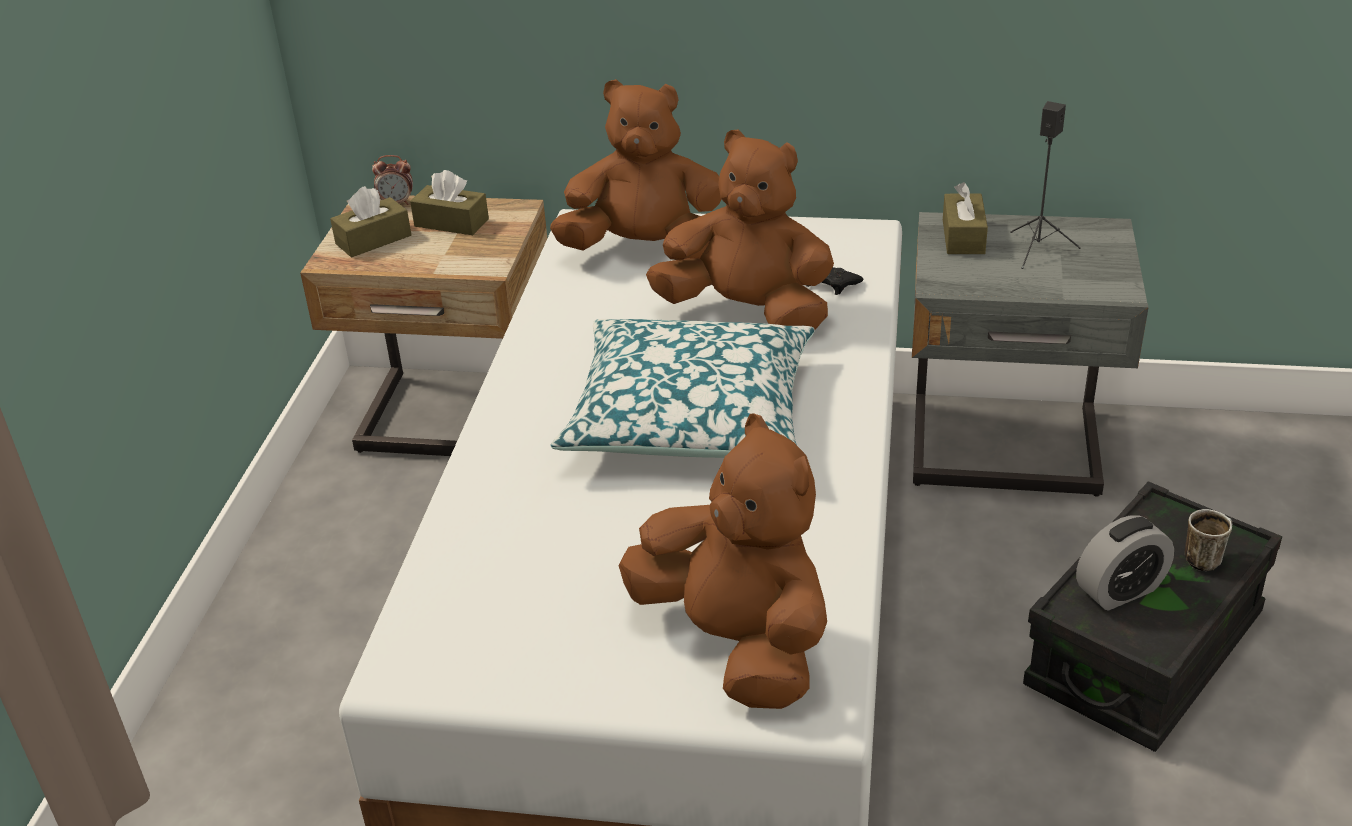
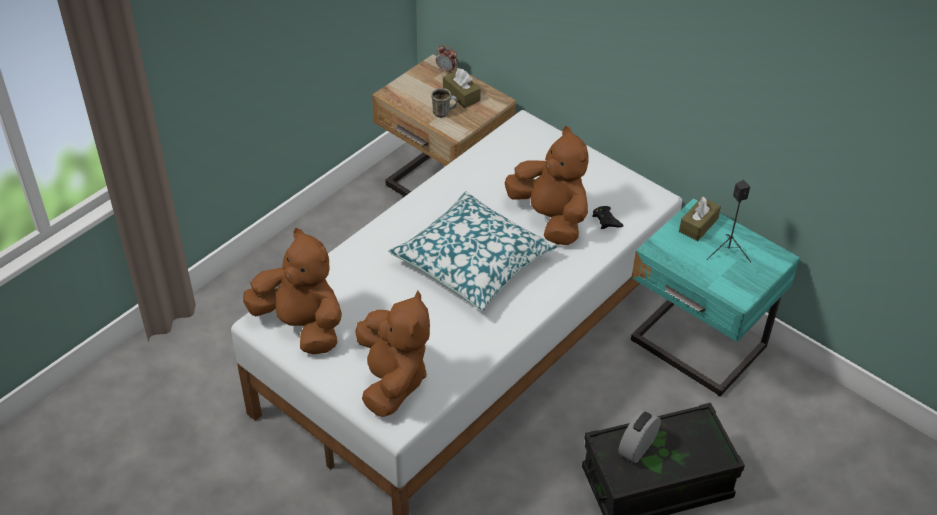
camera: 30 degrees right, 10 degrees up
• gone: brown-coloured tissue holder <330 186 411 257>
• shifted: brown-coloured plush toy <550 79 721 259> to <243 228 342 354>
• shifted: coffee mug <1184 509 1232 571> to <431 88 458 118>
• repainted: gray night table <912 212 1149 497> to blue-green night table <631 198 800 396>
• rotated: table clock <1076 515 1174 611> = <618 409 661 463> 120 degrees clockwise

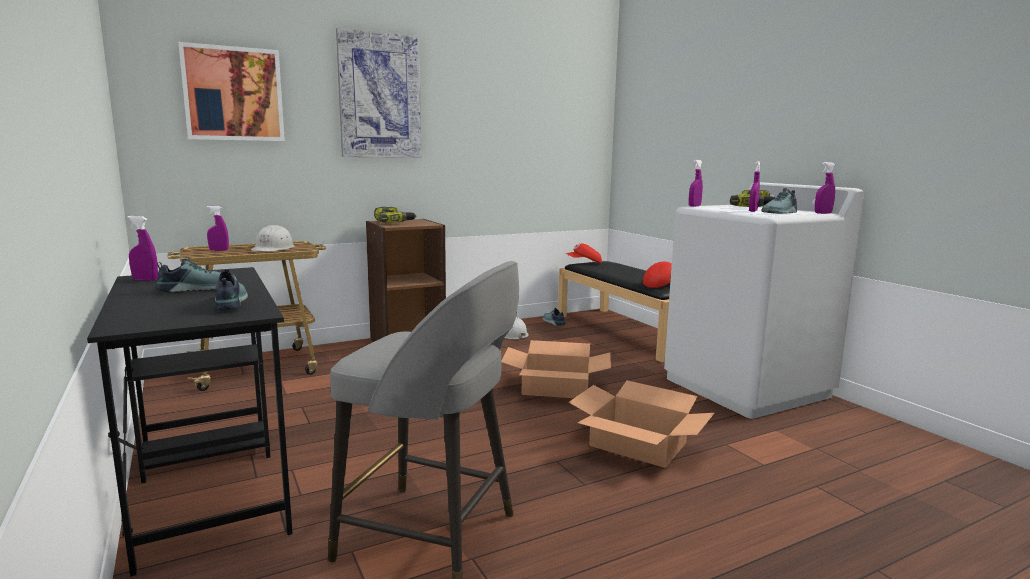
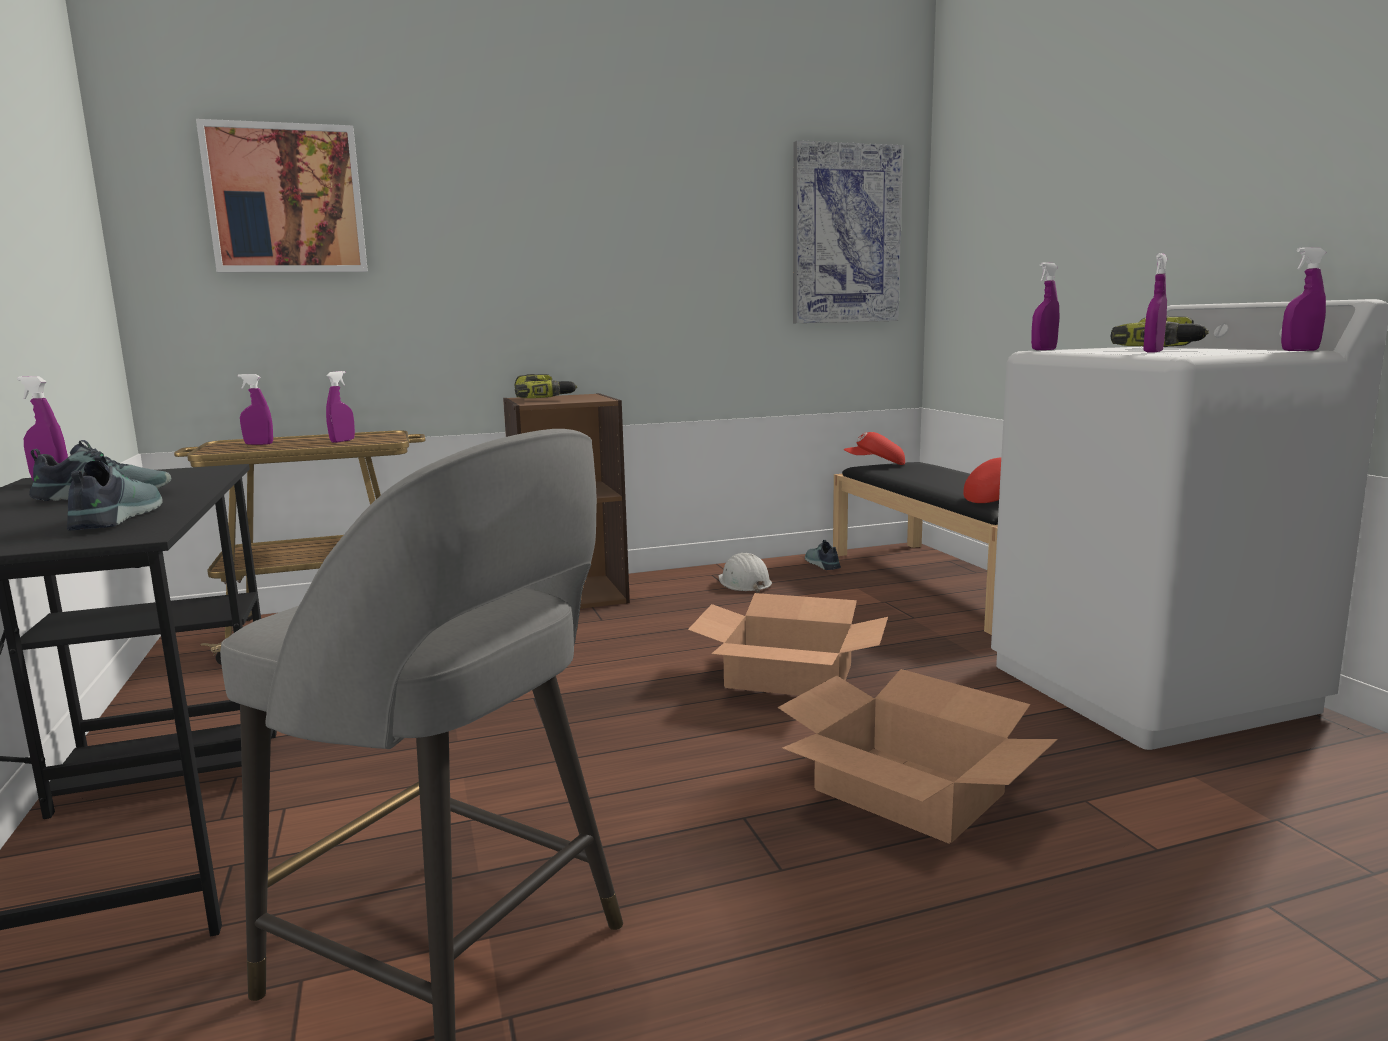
camera: 10 degrees right, 0 degrees up
• gone: low shoe <761 188 797 214>
• shifted: wall art <336 28 421 158> to <793 140 903 323>
• swapped: white-coloured hard hat <251 225 295 252> to purplish sprayer <326 371 355 443>

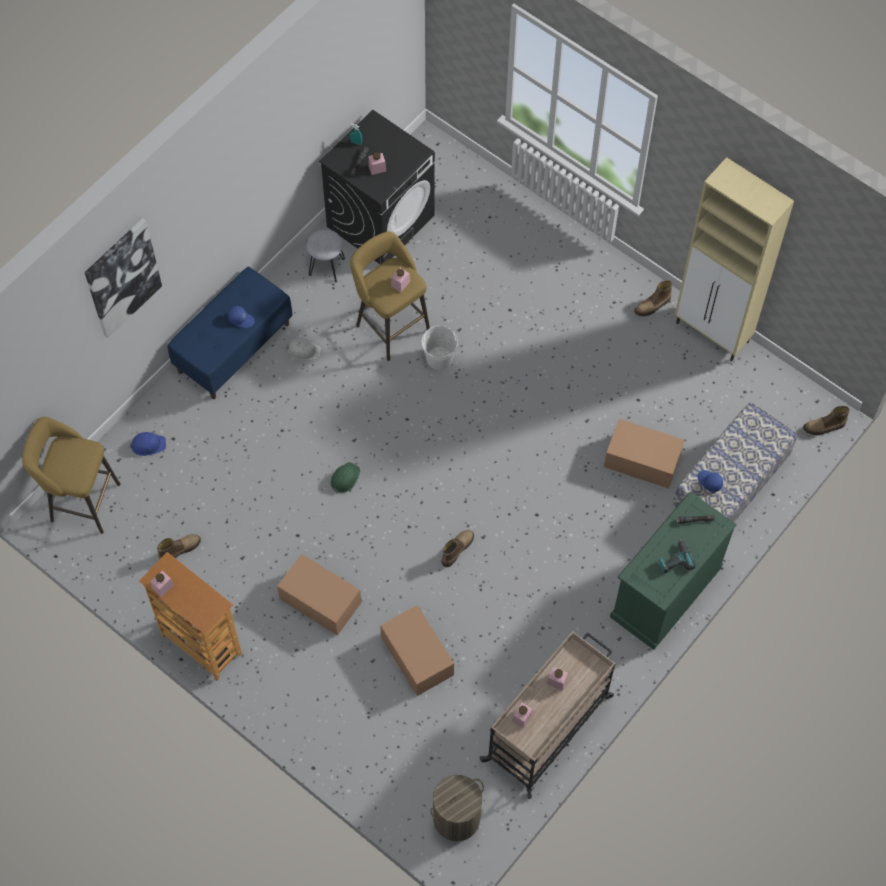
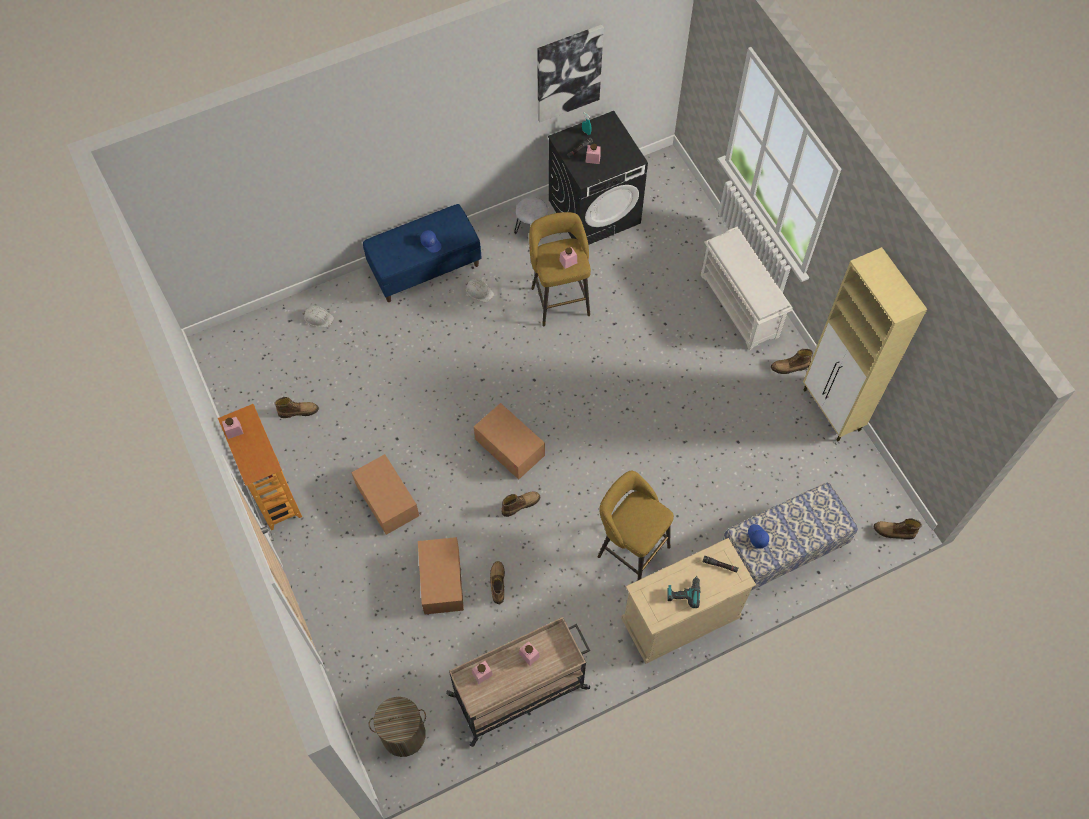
camera: 25 degrees right, 0 degrees up
• gone: greenish hard hat <331 462 360 493>
• gone: white-coloured bucket <421 325 458 370>
• new: boot <490 561 505 604>
• new: white-coloured shoe shelf <701 226 792 351>
• shifted: yellow stool <22 417 121 534> to <598 471 674 581>
• shifted: wall art <85 218 162 338> to <537 24 604 122>
• shifted: carton <604 419 684 488> to <474 403 545 480>
• repainted: bluish hard hat <129 432 166 456> to white-coloured hard hat <302 306 334 327>
• repainted: greenish chest of drawers <610 492 737 650> to beige chest of drawers <621 538 756 664>

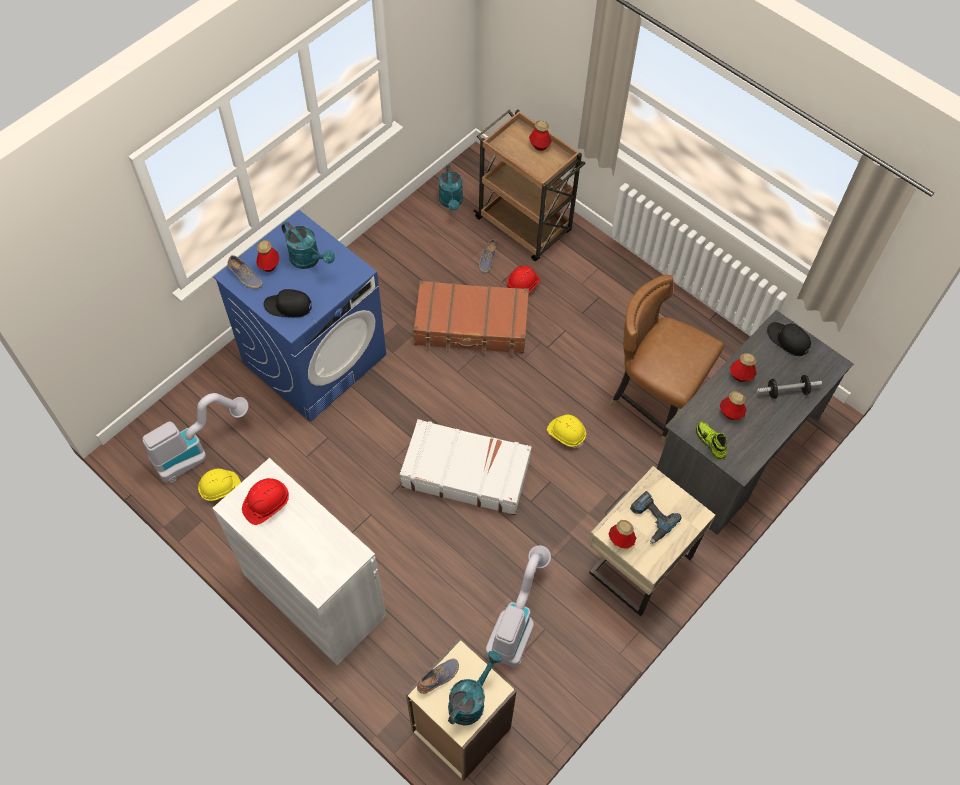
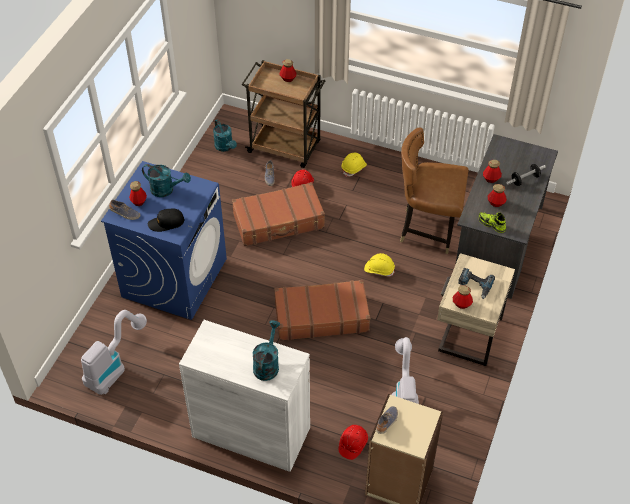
camera: 20 degrees left, 10 degrees down
• gone: black-coloured baseball cap <767 322 811 356>
• shifted: yellow hard hat <198 469 241 501> to <342 153 367 177>
• shifted: reddish hard hat <242 478 289 525> to <339 425 368 460>
• shifted: blue-green watering pot <448 651 502 726> to <252 320 280 381>
• repainted: white-coloured travel case <400 419 532 515> to brown-coloured travel case <274 280 370 341>

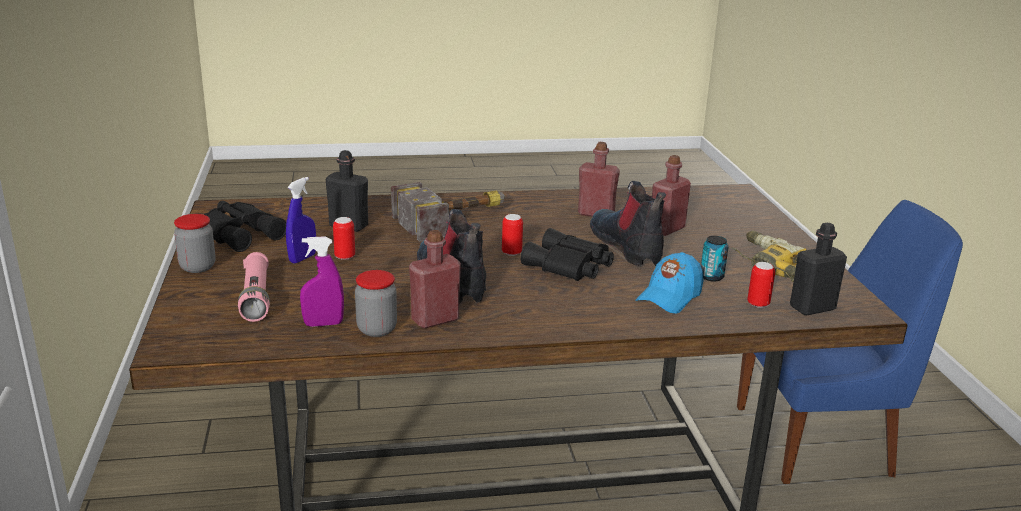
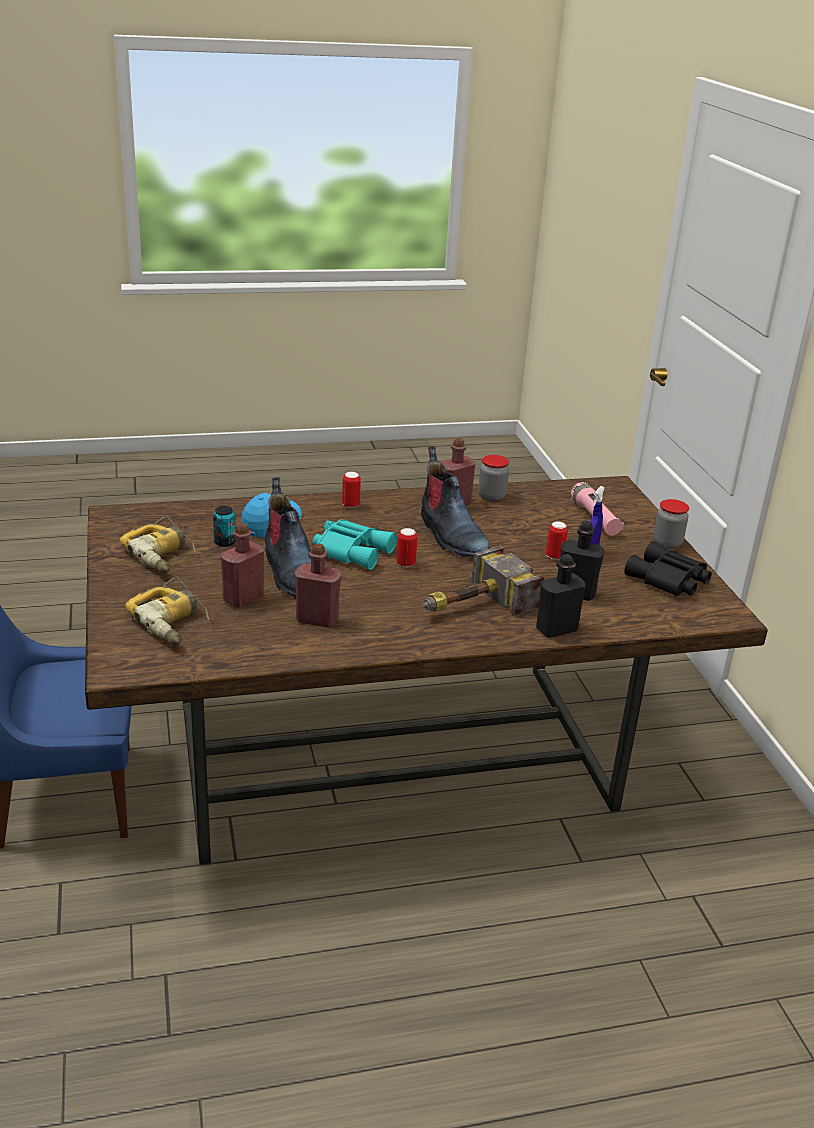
camera: 175 degrees right, 5 degrees up
• gone: purplish sprayer <300 236 344 327>
• new: power drill <125 576 210 646>
• shifted: sealed can <747 262 775 308> to <342 472 361 508>
• shifted: black-coloured beverage bottle <790 223 847 316> to <536 554 586 638>
• repainted: black-coloured pair of binoculars <521 228 614 281> to blue-green pair of binoculars <312 520 397 570>

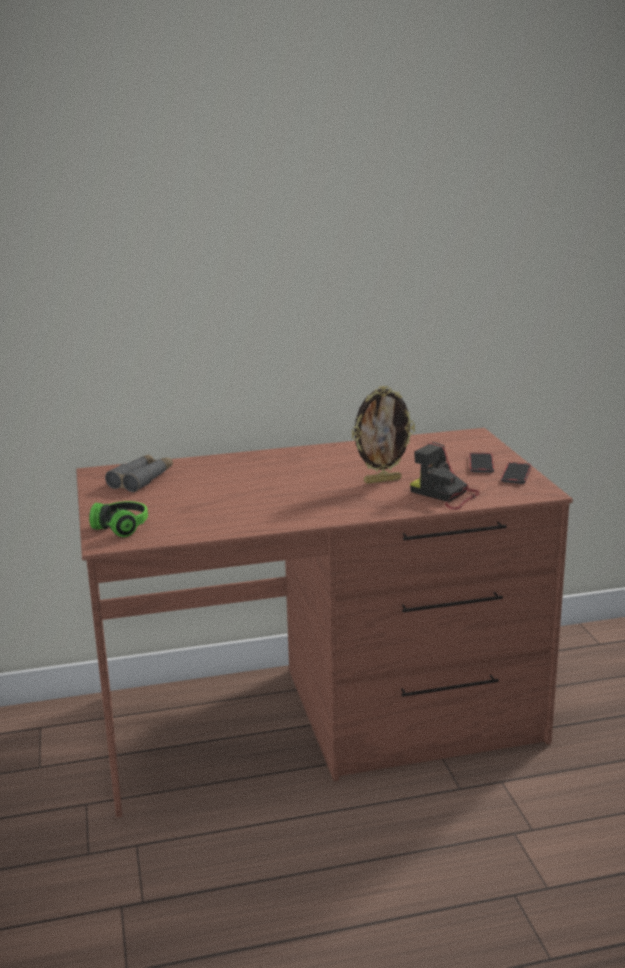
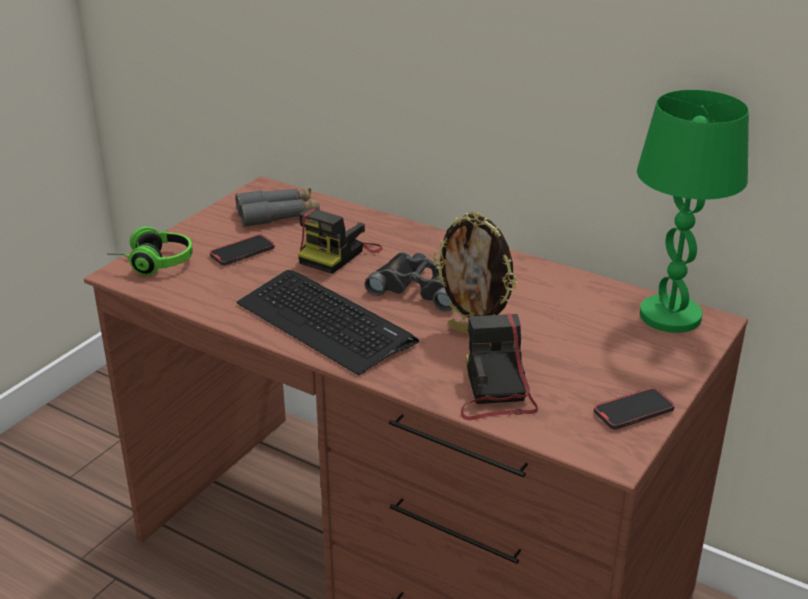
camera: 45 degrees right, 10 degrees up
• new: PC keyboard <237 270 419 376>
• new: still camera <298 208 383 274>
• new: black-coloured pair of binoculars <365 252 452 311>
• new: greenish table lamp <637 90 749 333>
• shifted: handset <469 453 494 473> to <210 234 275 266>

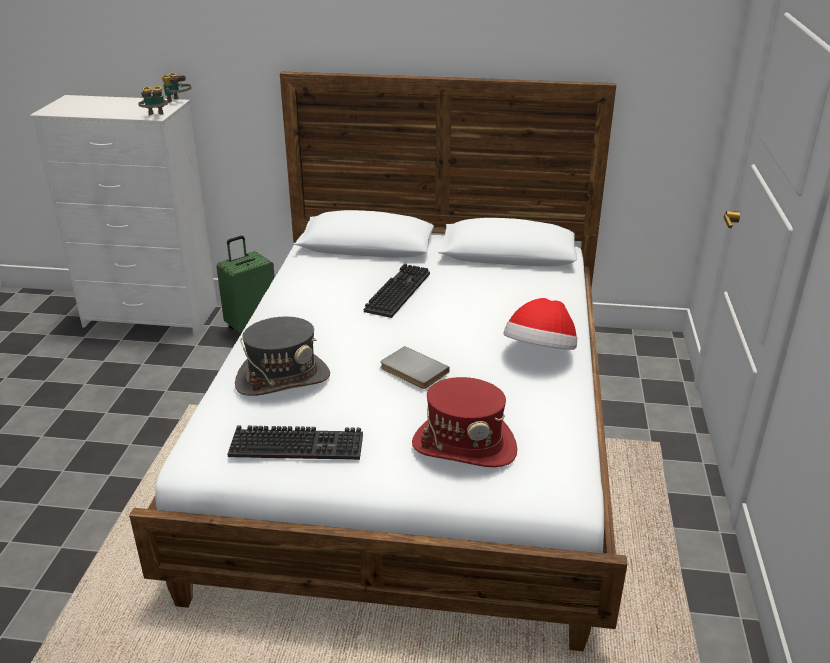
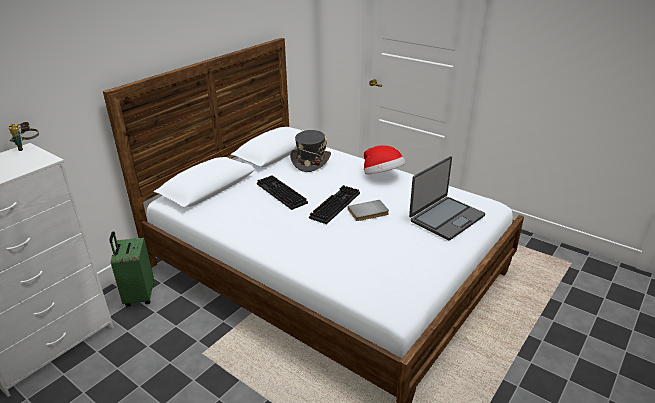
camera: 60 degrees left, 0 degrees up
• gone: pair of binoculars <138 86 168 116>
• shifted: PC keyboard <228 425 363 460> to <309 185 360 224>
• shifted: gray wearable hat <235 316 330 396> to <290 130 331 172>
• swapped: reddish wearable hat <412 377 517 467> to portable computer <409 156 485 240>

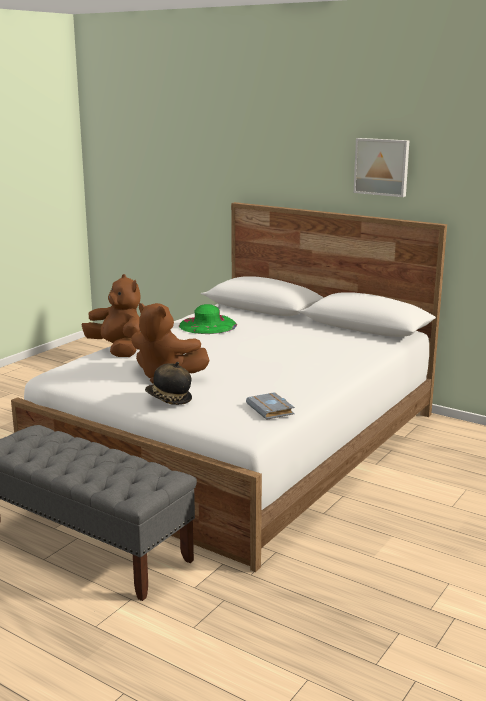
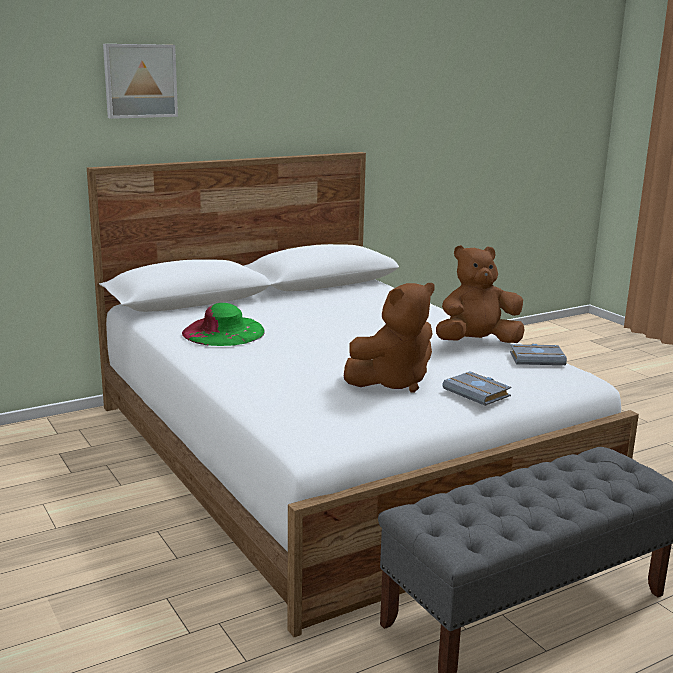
camera: 65 degrees left, 0 degrees up
• shifted: brown-coloured plush toy <82 274 141 357> to <436 245 525 343>
• shifted: wall art <354 138 410 197> to <103 44 178 119>
• swapped: wearable hat <145 362 192 405> to gray bound book <442 371 512 406>

